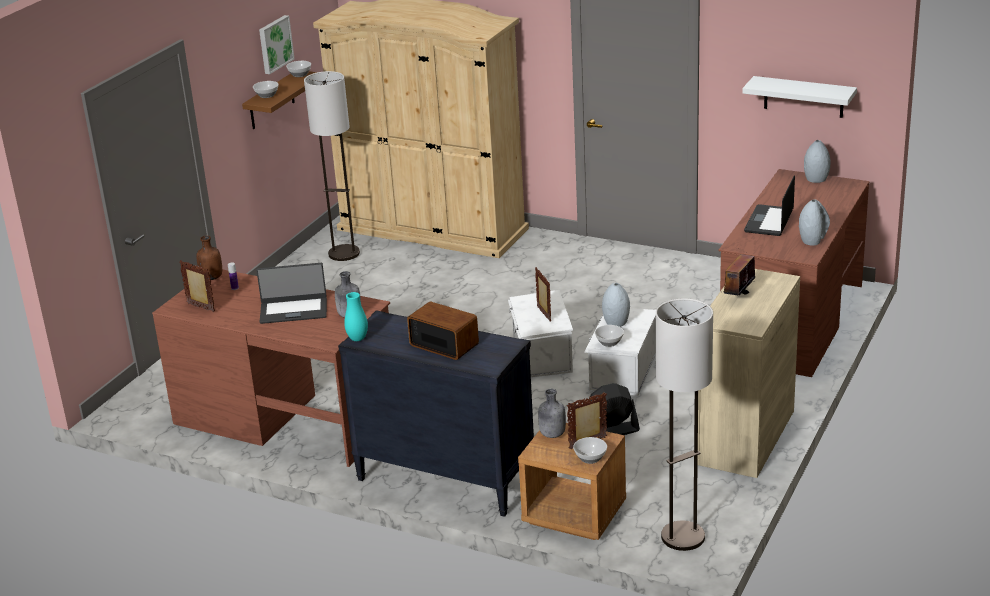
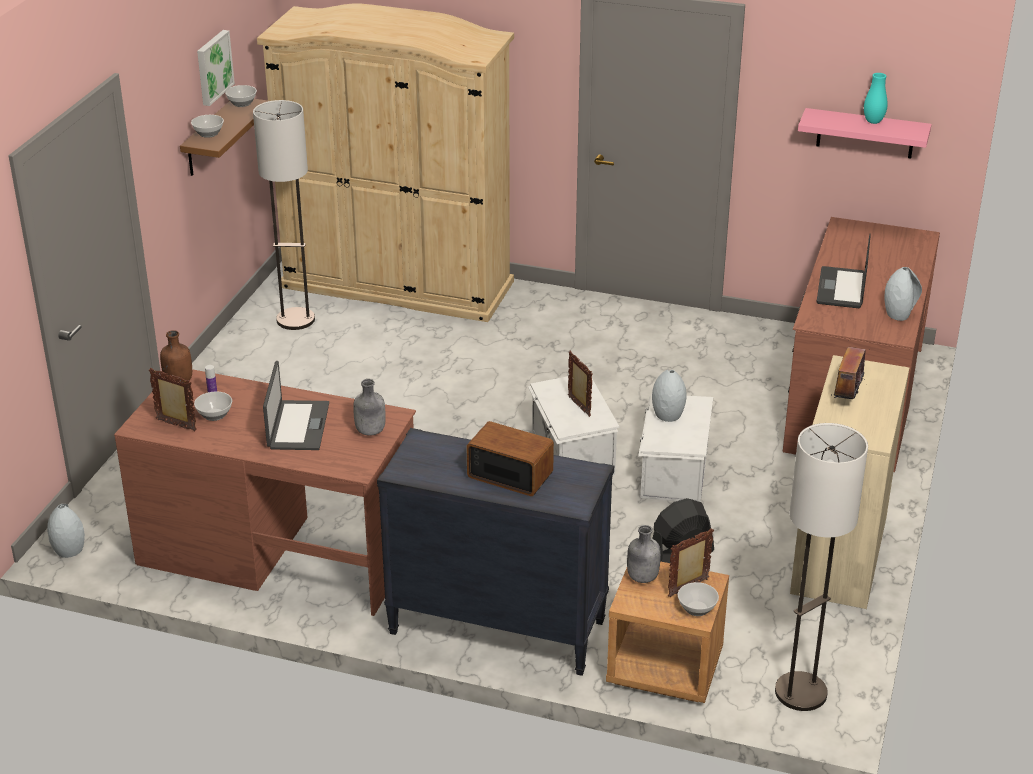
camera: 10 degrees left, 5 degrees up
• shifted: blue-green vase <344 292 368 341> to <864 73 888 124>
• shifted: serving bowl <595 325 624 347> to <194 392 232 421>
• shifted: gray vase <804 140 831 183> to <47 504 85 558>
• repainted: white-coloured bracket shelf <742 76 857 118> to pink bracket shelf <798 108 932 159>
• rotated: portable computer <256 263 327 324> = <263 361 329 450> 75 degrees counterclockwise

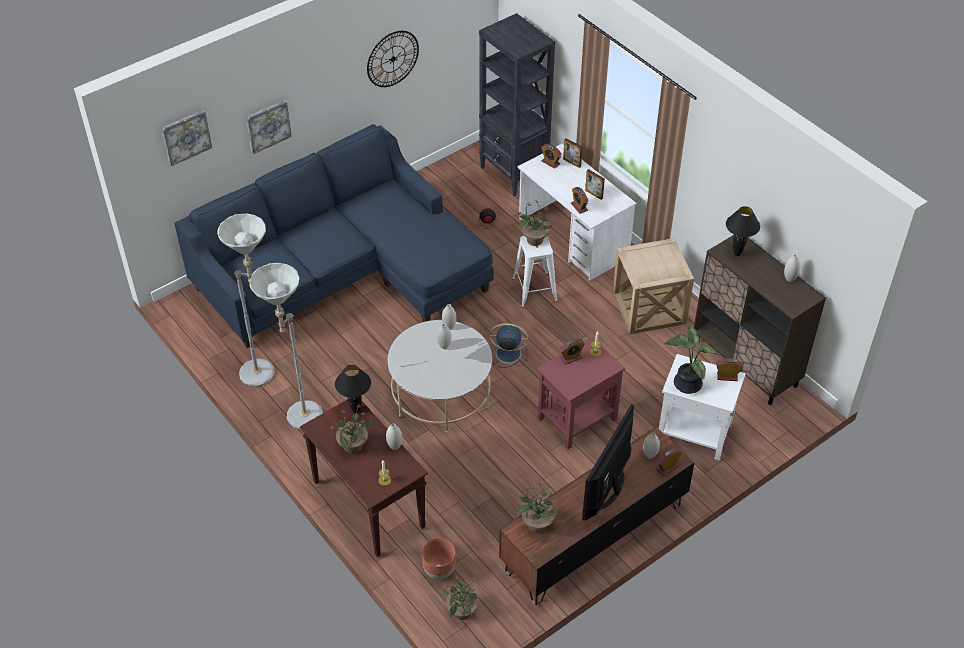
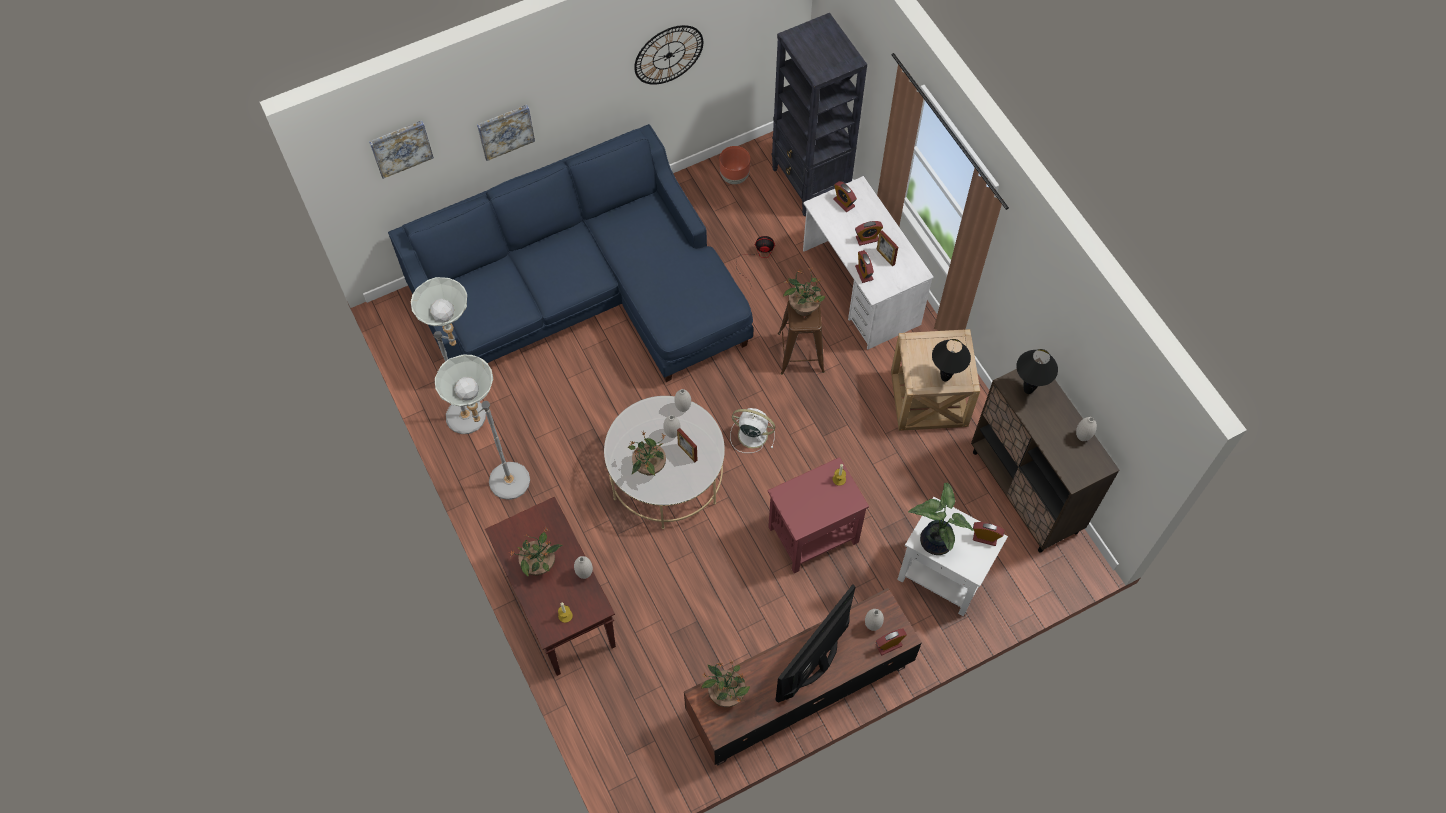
camera: 10 degrees right, 15 degrees up
• shifted: black-coloured table lamp <335 365 371 413> to <932 339 971 382>
• shifted: brown-coloured flower pot <422 538 455 579> to <719 146 750 184>
• shifted: potted plant <442 575 478 620> to <628 431 666 476>
• shifted: table clock <560 339 585 365> to <855 221 883 246>
• shifted: standing frame <563 138 583 168> to <677 428 698 462>
• repainted: bluish electric fan <490 323 528 368> to white-coloured electric fan <730 408 775 453>
• repainted: white-coloured stool <512 236 558 308> to brown-coloured stool <778 301 825 375>

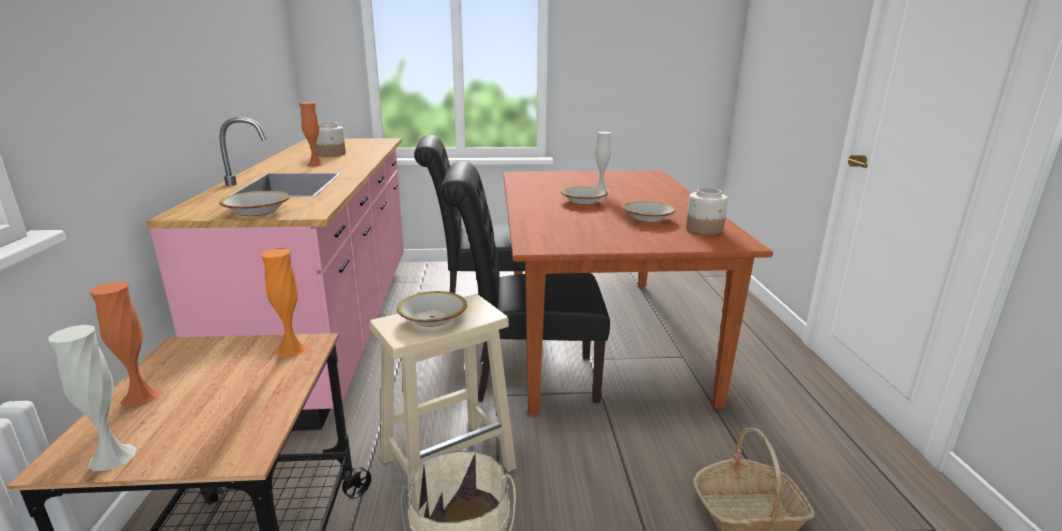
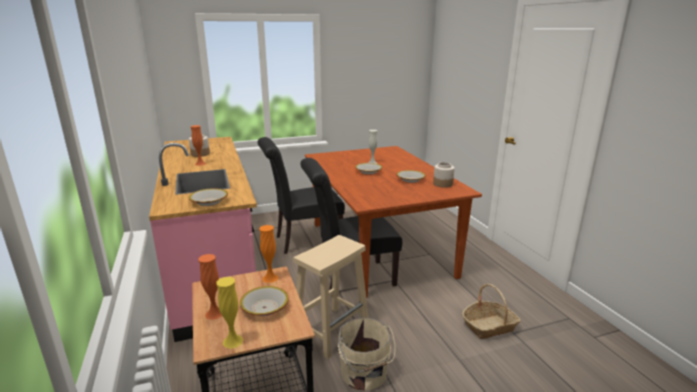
camera: 15 degrees left, 0 degrees up
• shifted: serving bowl <397 291 467 327> to <240 286 289 316>
• repainted: white-coloured vase <48 325 137 471> to yellow vase <216 277 243 349>

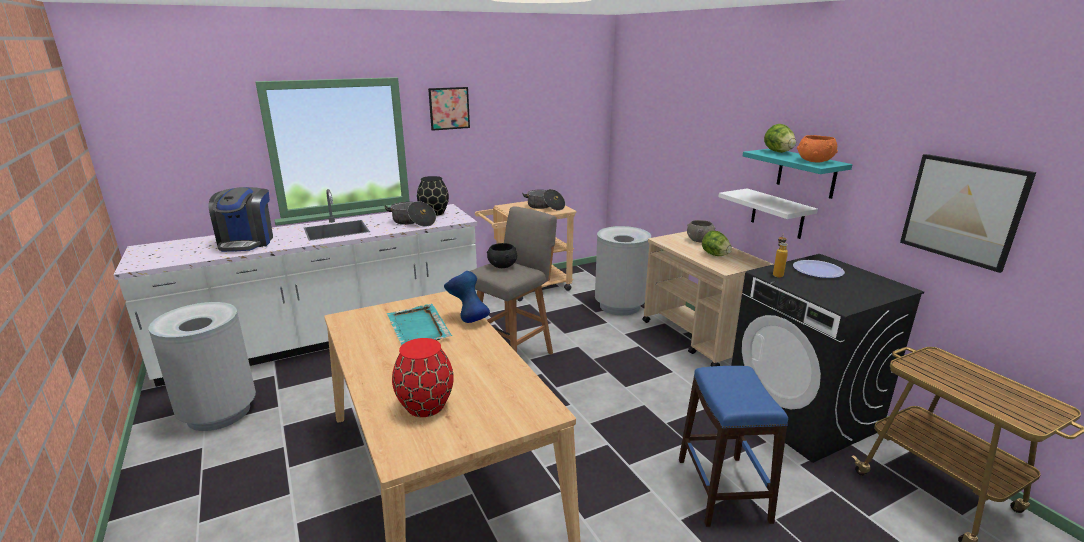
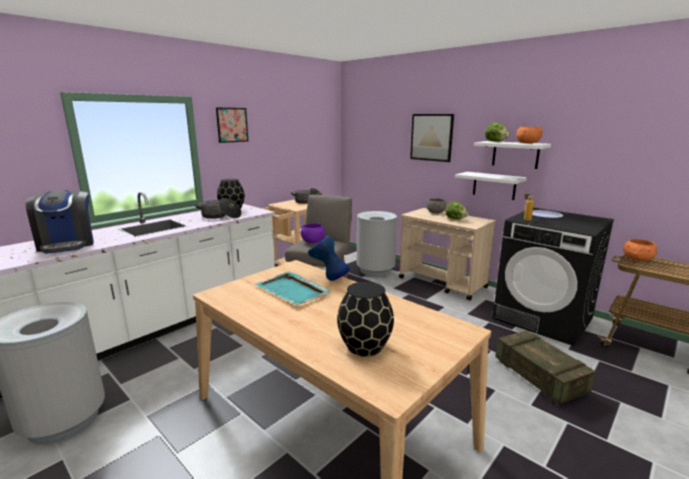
camera: 20 degrees left, 5 degrees down
• new: orange-coloured serving bowl <623 239 657 261>
• shifted: wall art <900 154 1036 273> to <410 114 454 162>
• swapped: bluish stool <679 366 788 527> to shipping crate <495 330 596 404>
• repainted: reddish vase <392 338 454 417> to black-coloured vase <337 282 394 357>
• repainted: black-coloured serving bowl <487 243 517 268> to purplish serving bowl <300 223 326 243>
• repainted: blue-green bracket shelf <743 149 852 199> to white-coloured bracket shelf <474 141 551 169>

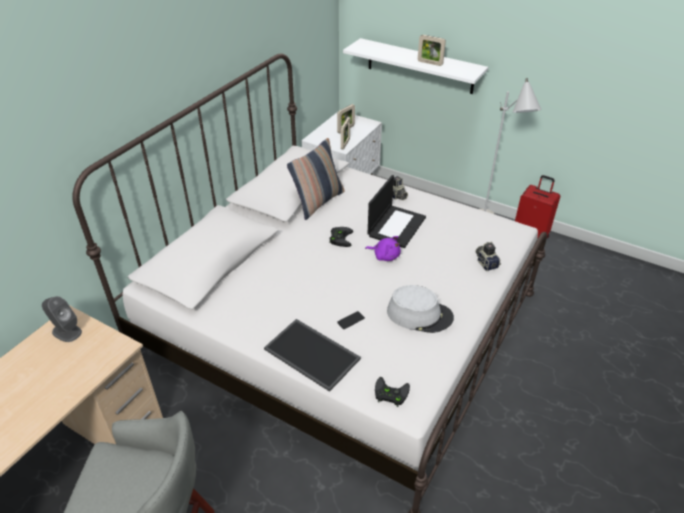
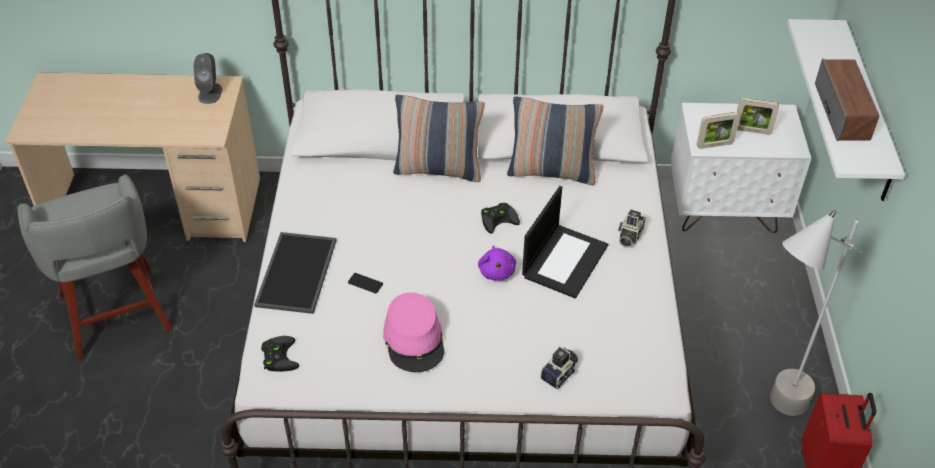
camera: 60 degrees right, 5 degrees up
• new: cushion <393 95 485 182>
• swapped: standing frame <418 35 446 66> to audio speaker <815 59 879 141>
• repainted: gray wearable hat <387 285 454 333> to pink wearable hat <383 292 444 372>
• rotated: portable computer <368 175 426 248> = <522 186 608 299> 60 degrees counterclockwise

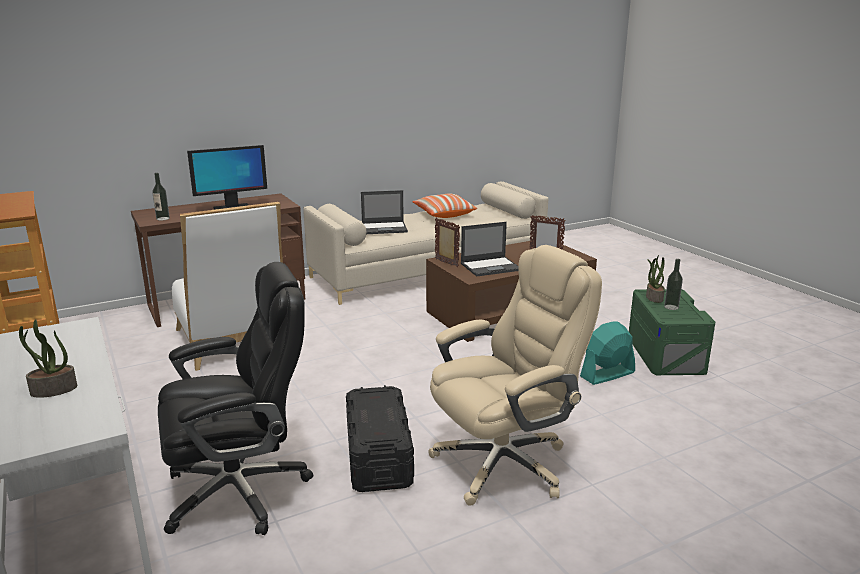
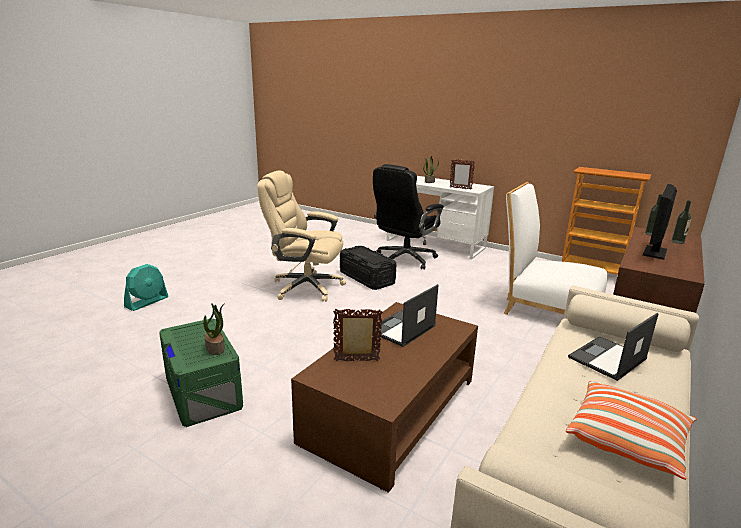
camera: 150 degrees right, 0 degrees up
• shifted: standing frame <435 217 460 267> to <450 159 475 190>
• shifted: blue-green electric fan <580 321 635 385> to <124 264 168 311>
• shifted: beverage bottle <664 259 683 310> to <671 200 691 244>
• rotated: beige computer chair <429 245 602 506> = <257 171 346 302> 75 degrees clockwise

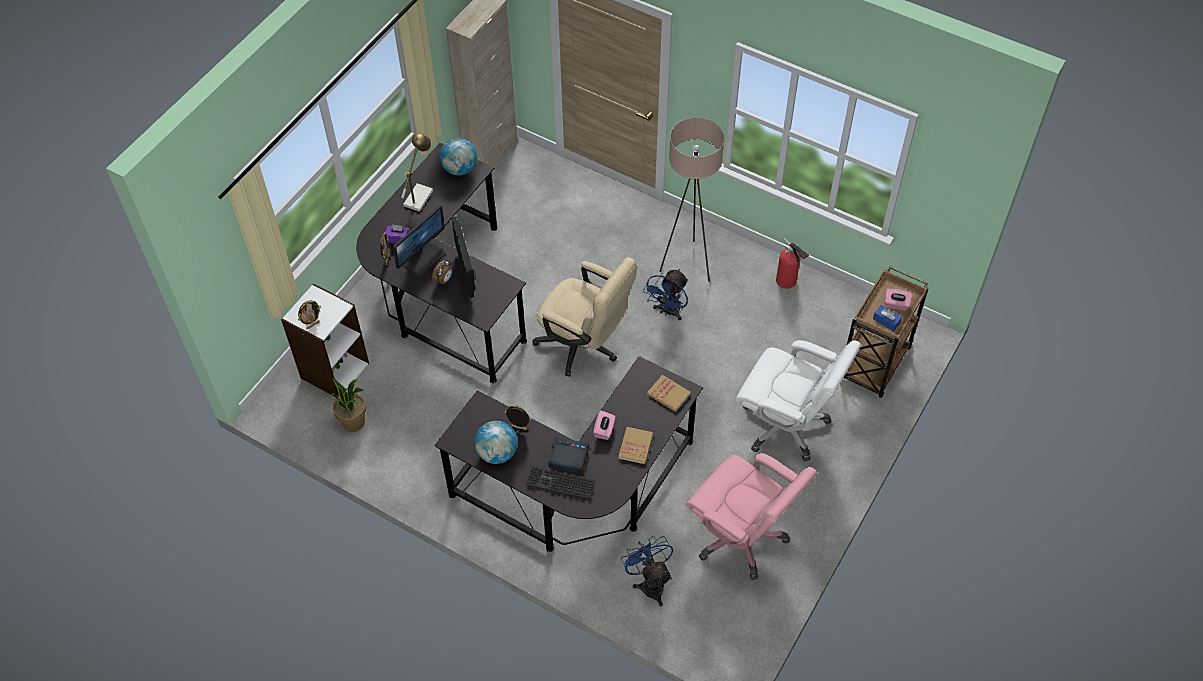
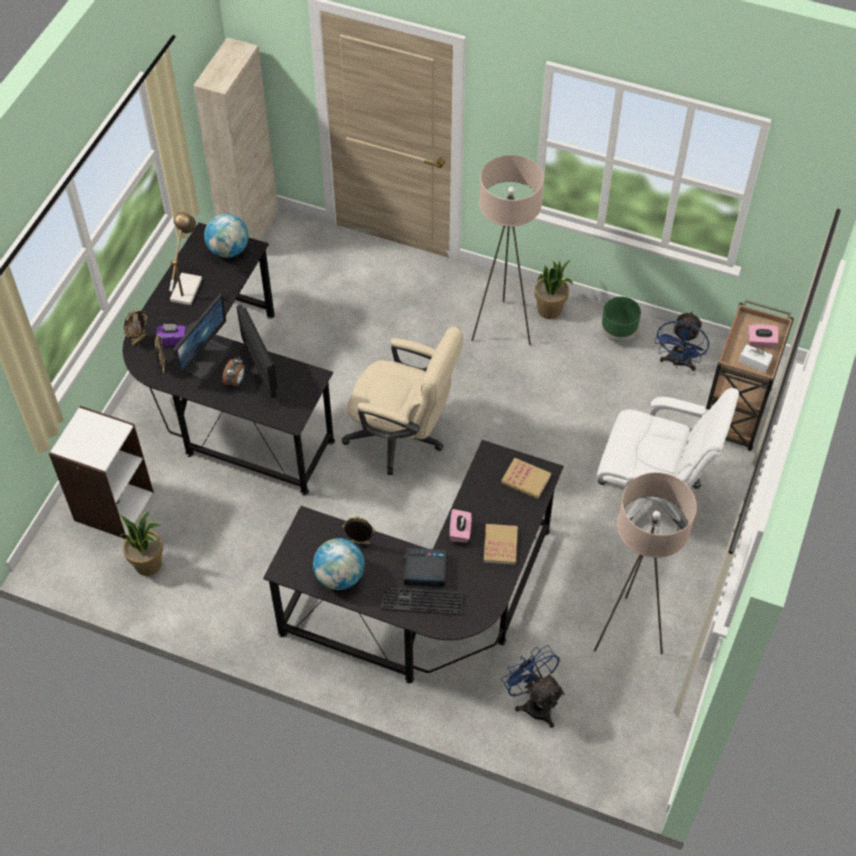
camera: 10 degrees left, 0 degrees up
• new: potted plant <534 260 573 319>
• shifted: standing frame <298 300 321 329> to <124 310 147 345>
• shifted: bluish electric fan <643 269 688 321> to <655 312 709 371>
• swapped: pink computer chair <686 453 817 580> to beige floor lamp <594 472 697 654>
• swapped: fire-fighting cylinder <776 238 809 289> to greenish flower pot <602 297 641 342>
• repainted: bluish tissue holder <873 305 902 331> to white-coloured tissue holder <739 344 773 373>

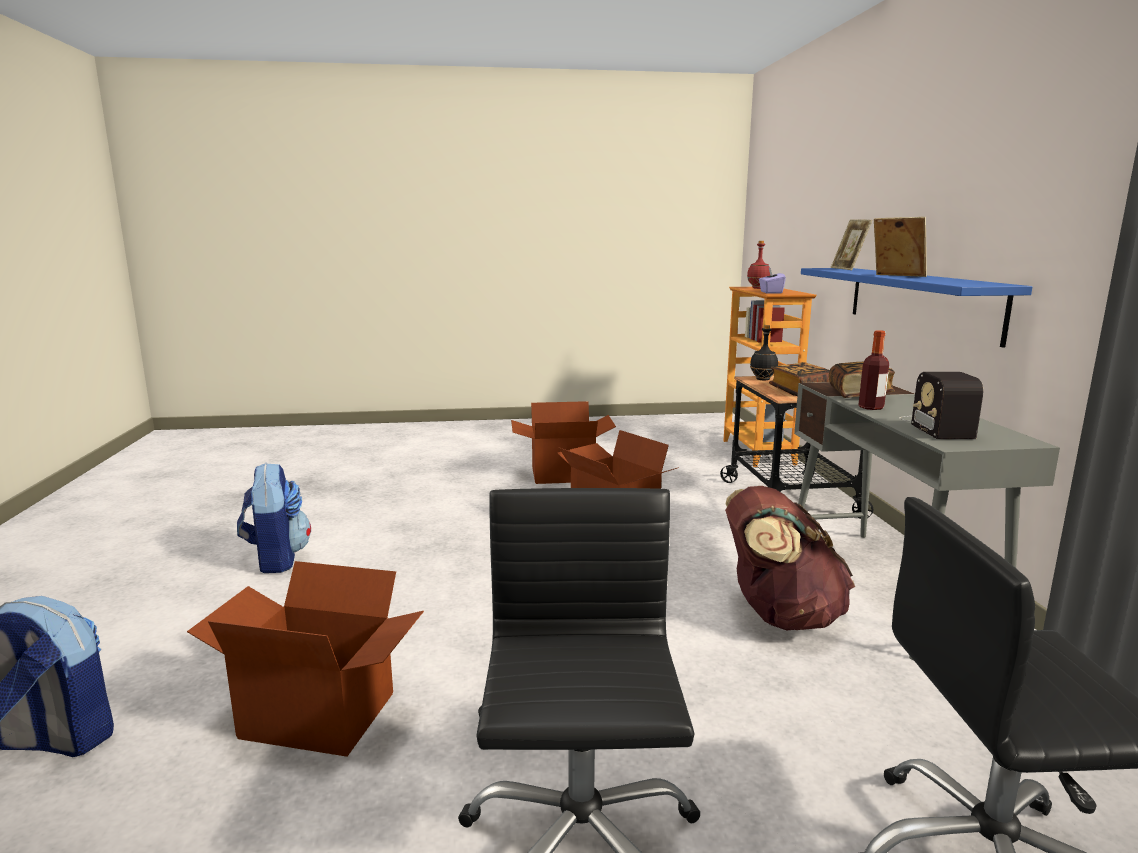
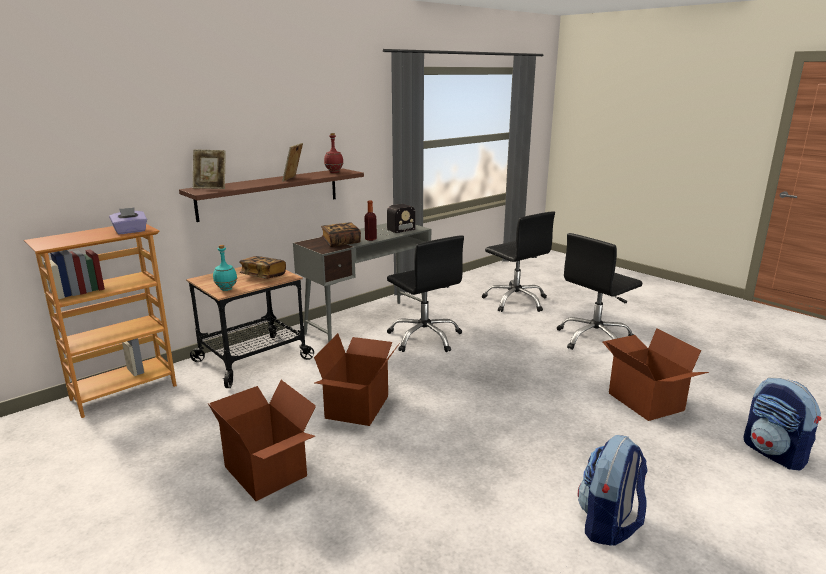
camera: 125 degrees left, 5 degrees up
• shifted: reddish beverage bottle <747 241 770 289> to <324 133 343 173>
• swapped: brown-coloured rucksack <725 486 855 630> to black-coloured computer chair <387 235 464 352>
• repainted: black-coloured beverage bottle <750 325 778 380> to blue-green beverage bottle <213 245 237 291>
• repainted: bluish bracket shelf <801 268 1032 348> to brown-coloured bracket shelf <179 169 364 222>
• rotated: standing frame <831 220 873 270> = <193 149 226 189> 45 degrees clockwise

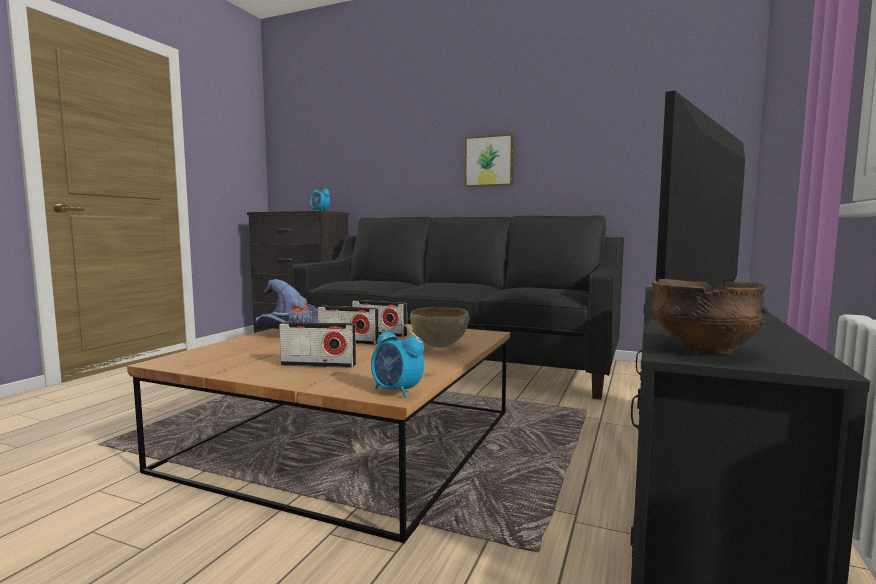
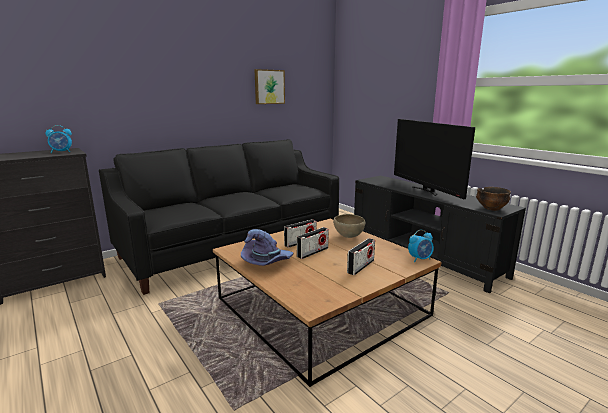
camera: 60 degrees left, 10 degrees up
• shifted: wall art <465 134 514 187> to <254 69 285 104>

